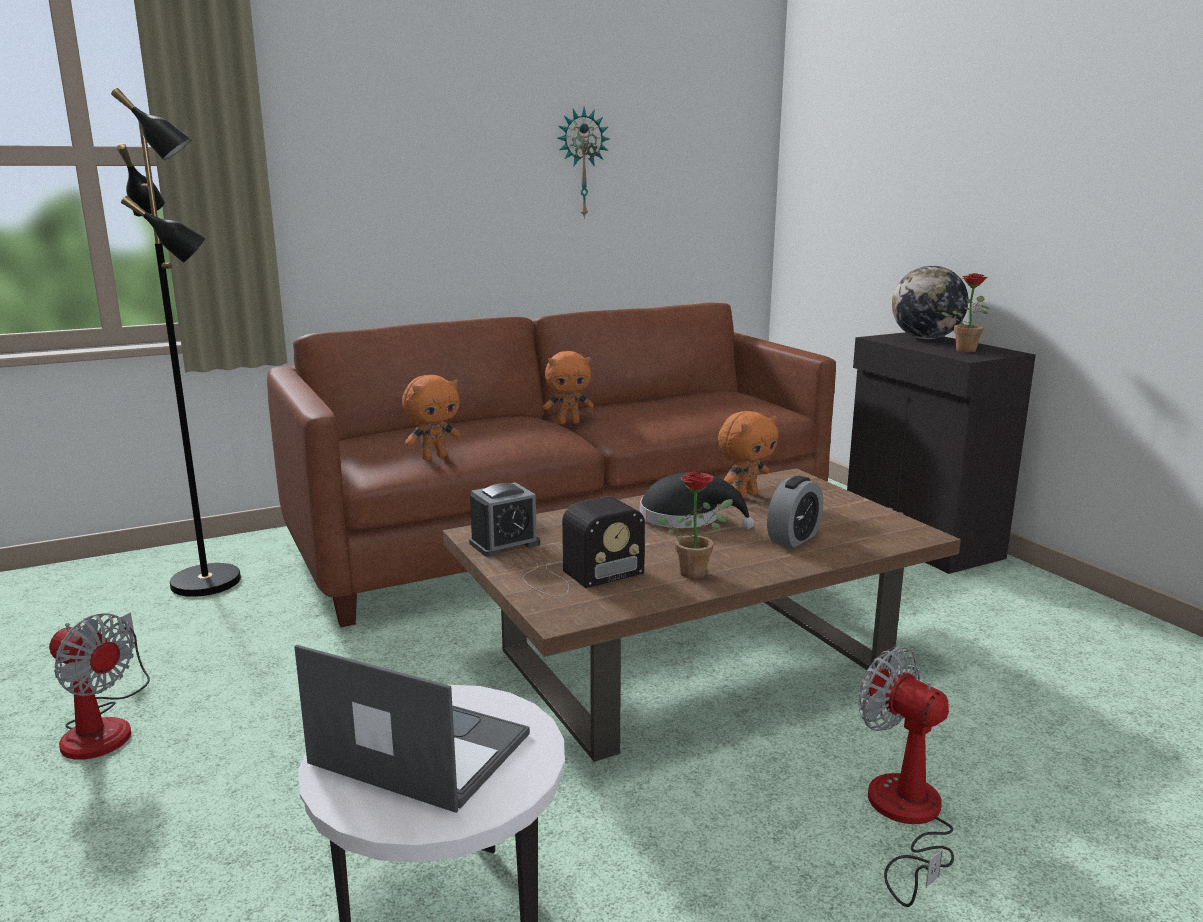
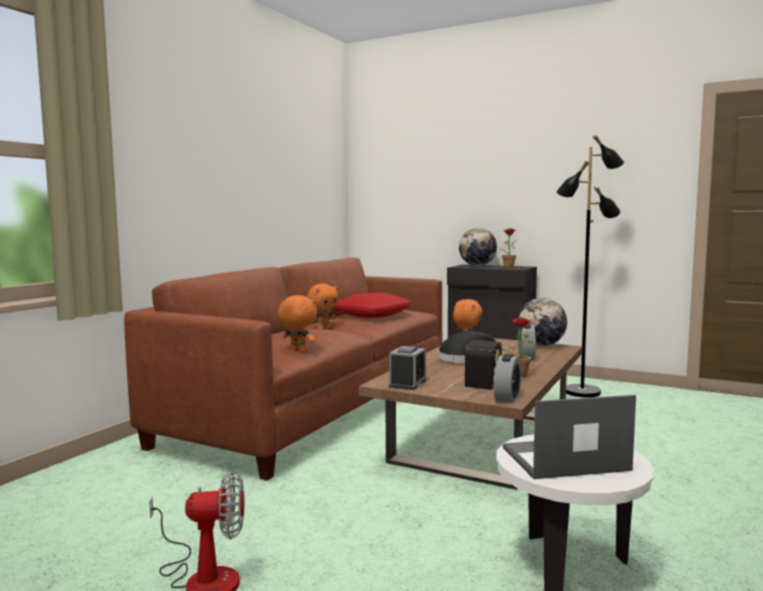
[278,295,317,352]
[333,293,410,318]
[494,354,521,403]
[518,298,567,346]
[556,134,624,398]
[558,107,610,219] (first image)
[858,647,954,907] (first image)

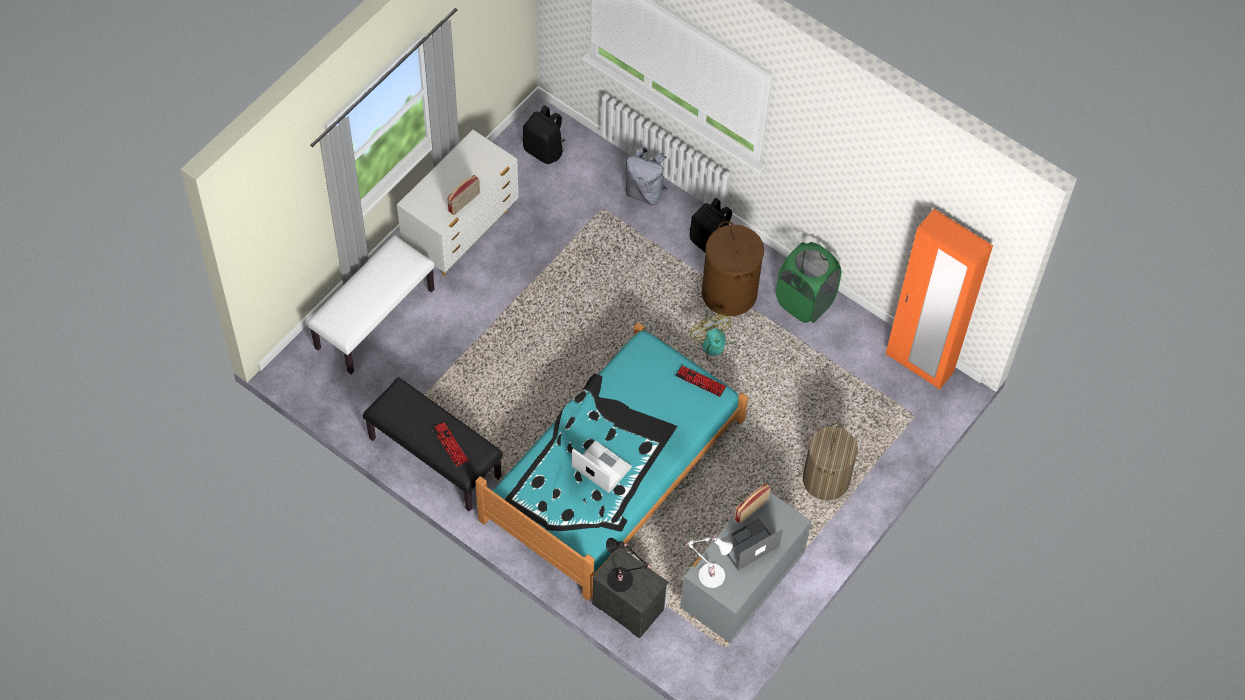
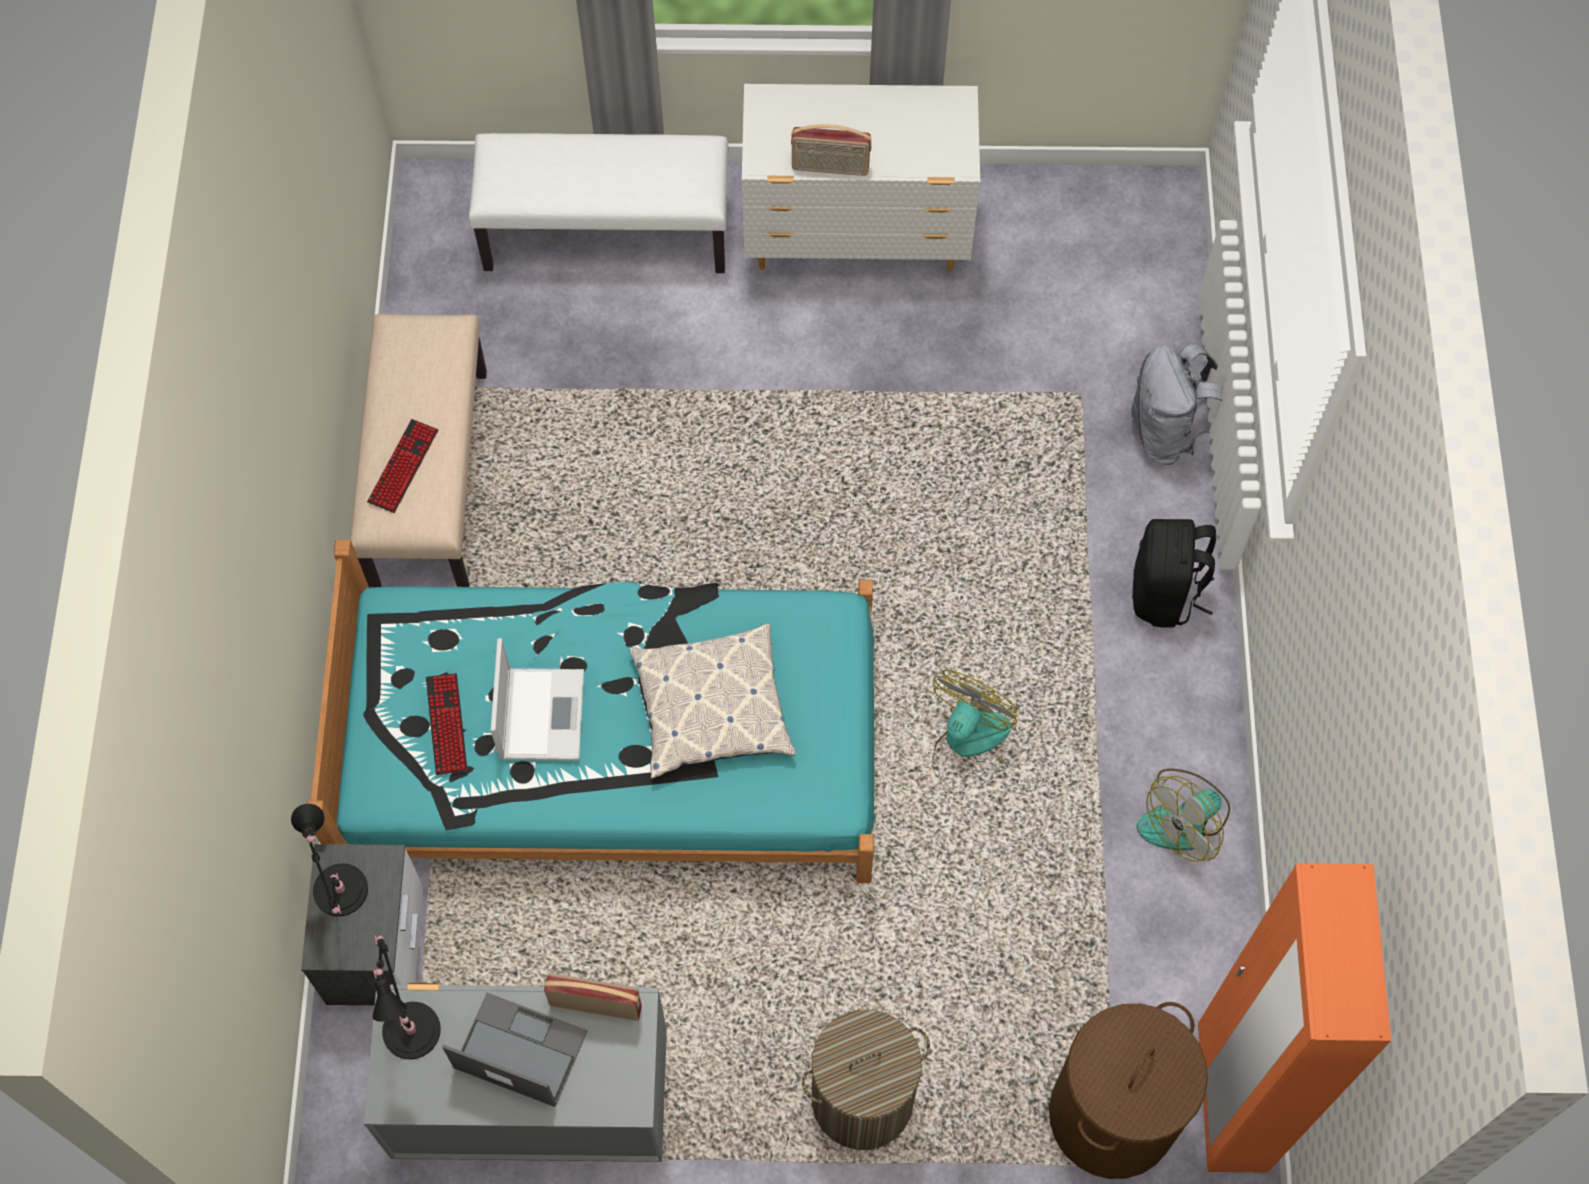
[350,314,487,587]
[372,935,441,1059]
[426,673,468,775]
[630,624,796,779]
[1049,1002,1208,1179]
[1137,769,1230,861]
[522,105,565,164] (first image)

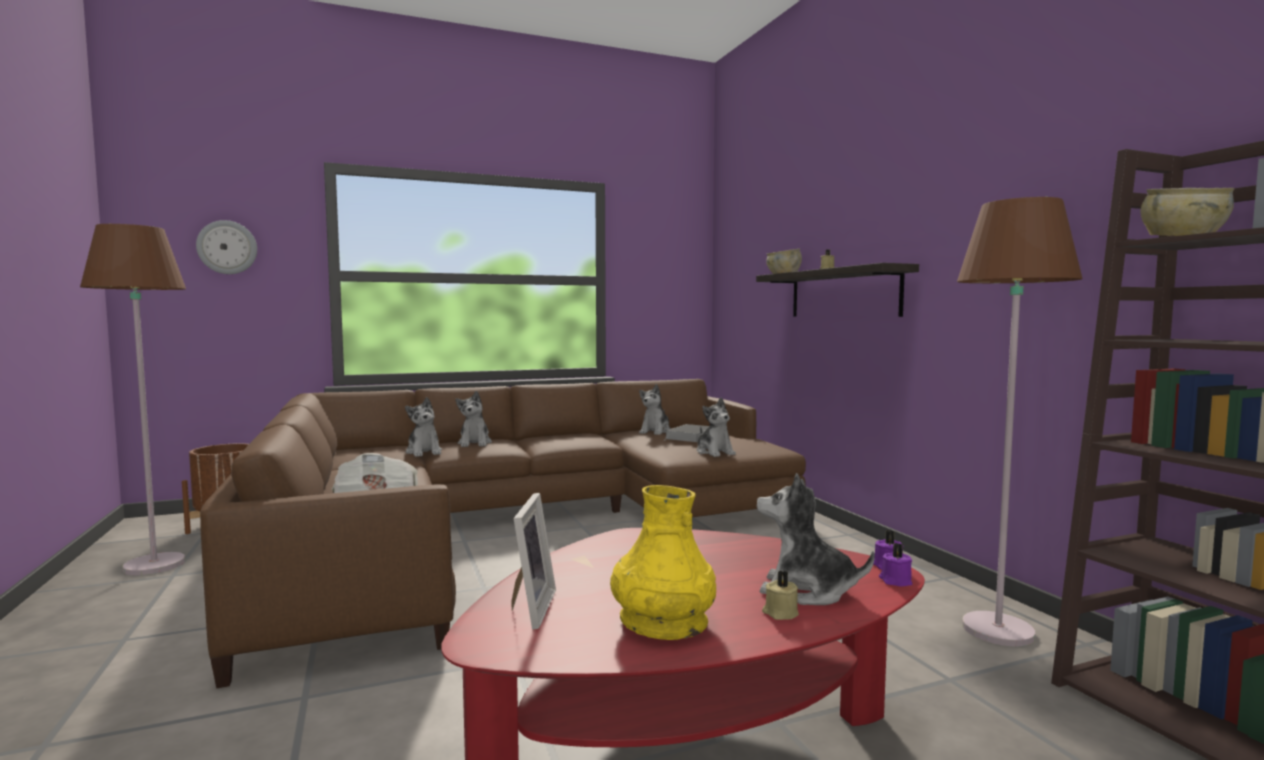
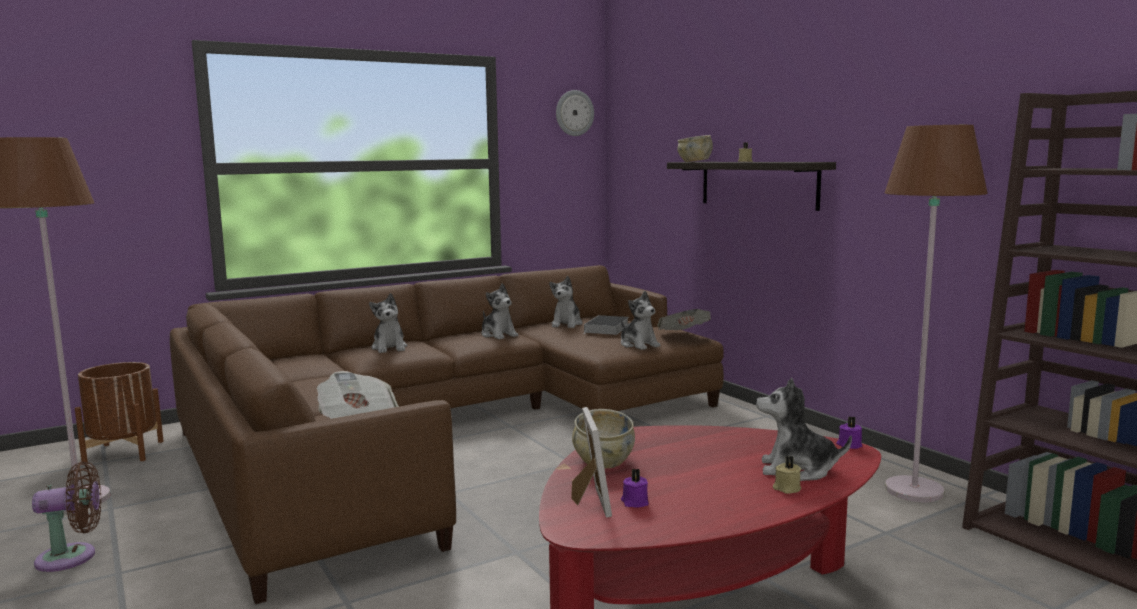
[32,461,101,572]
[481,283,519,340]
[556,90,594,136]
[572,409,635,468]
[621,468,649,508]
[657,309,711,330]
[610,485,716,640] (first image)

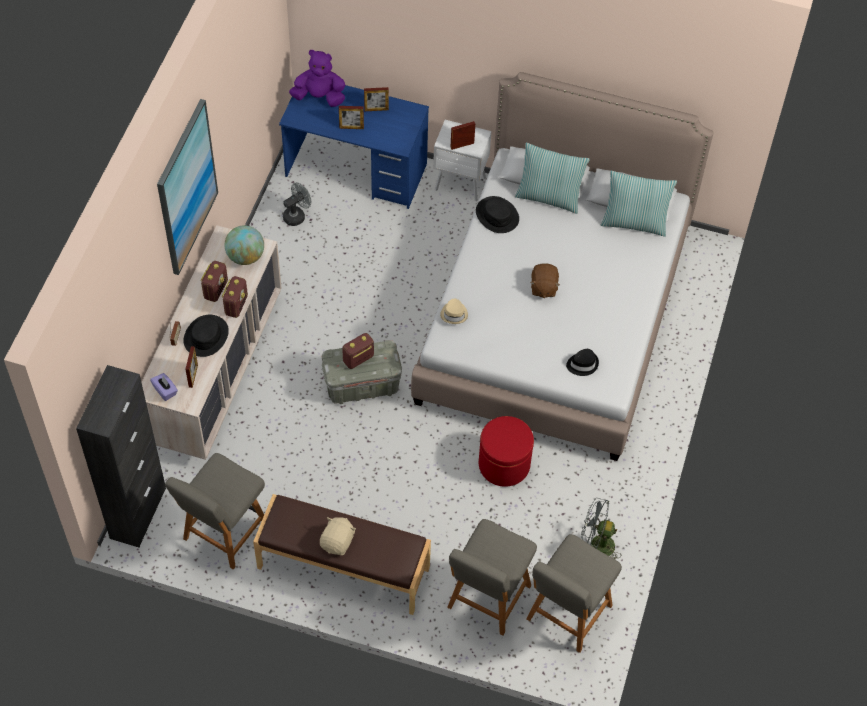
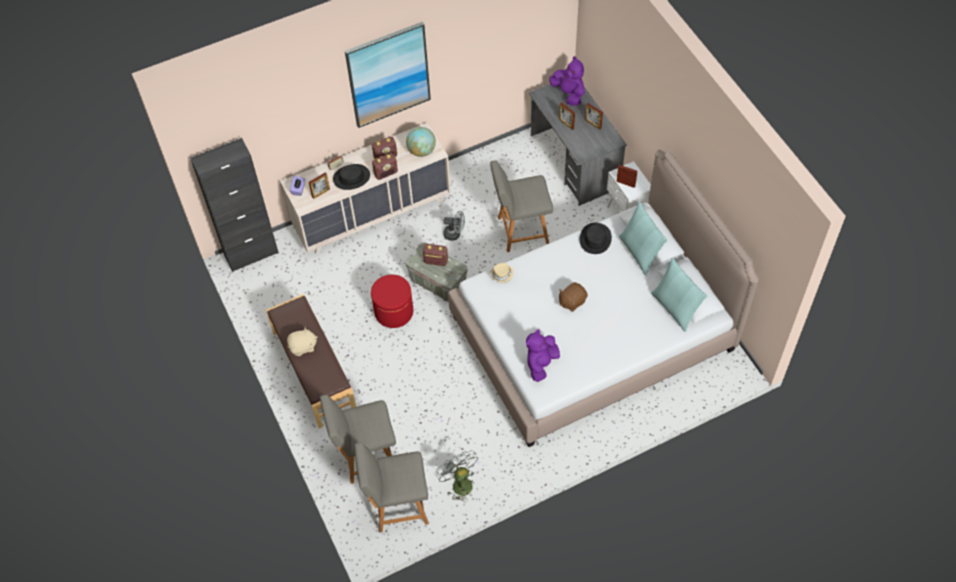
[371,275,413,328]
[443,211,465,241]
[490,160,553,252]
[526,329,560,382]
[529,84,627,206]

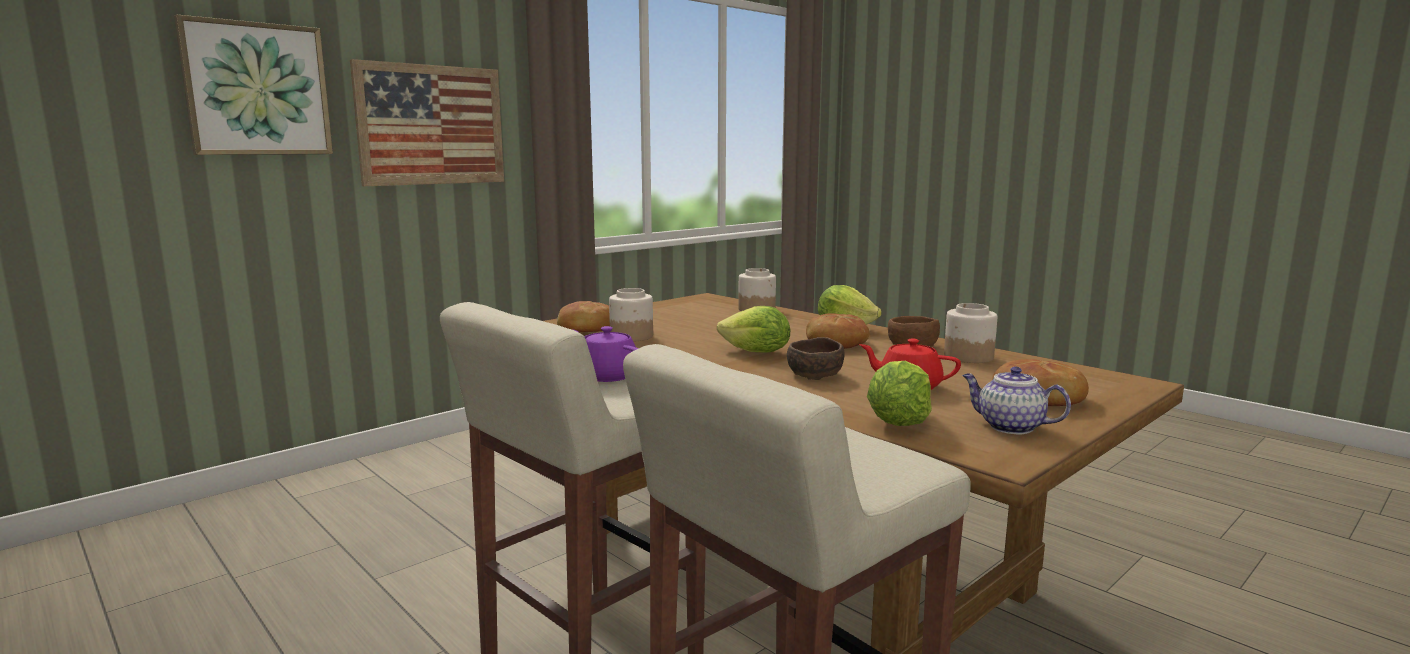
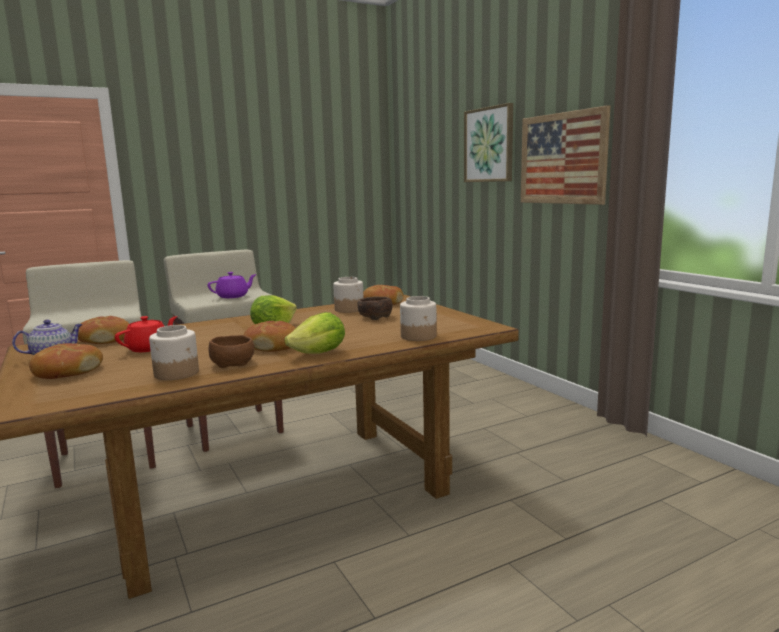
[78,316,129,344]
[358,297,393,320]

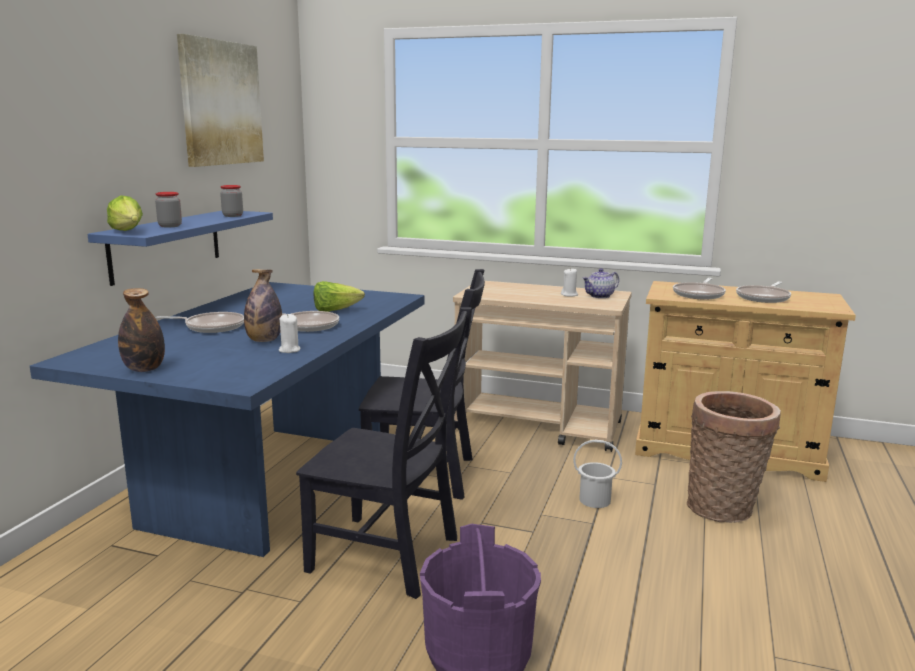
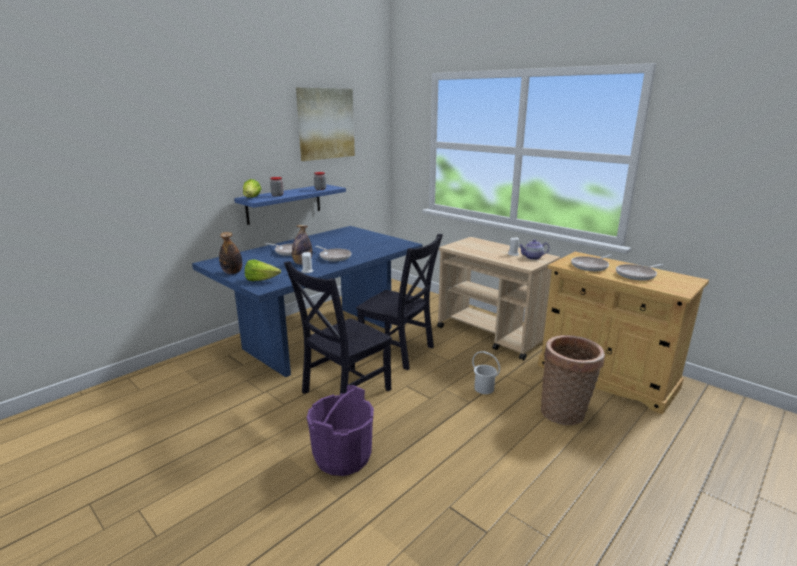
[245,259,281,281]
[284,261,392,395]

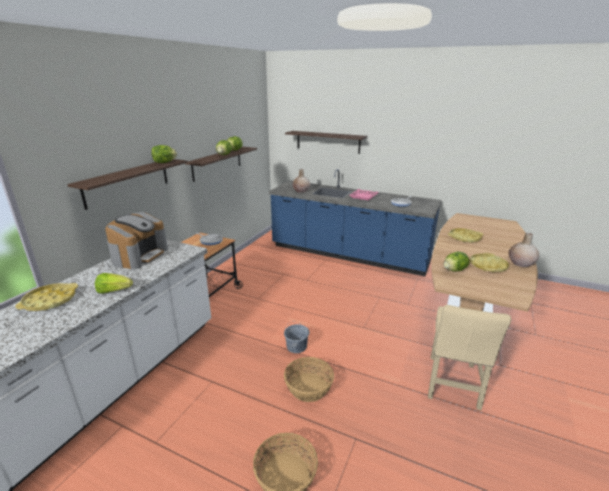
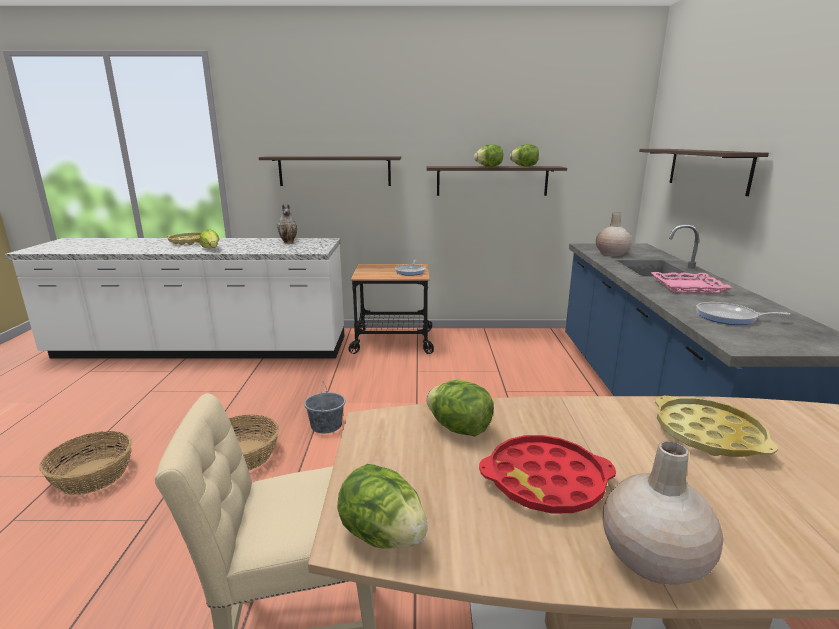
[277,205,297,243]
[338,464,428,549]
[479,435,616,513]

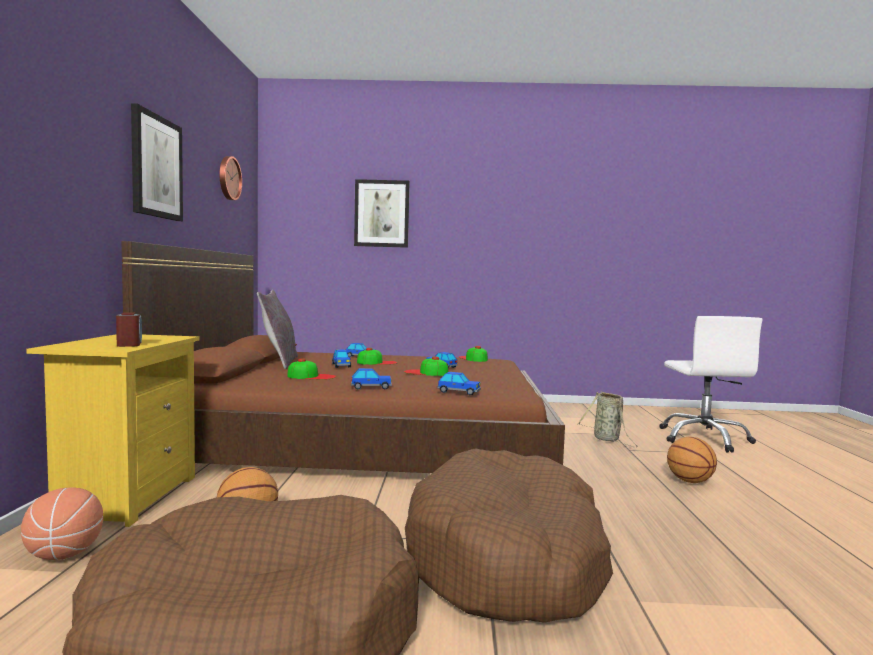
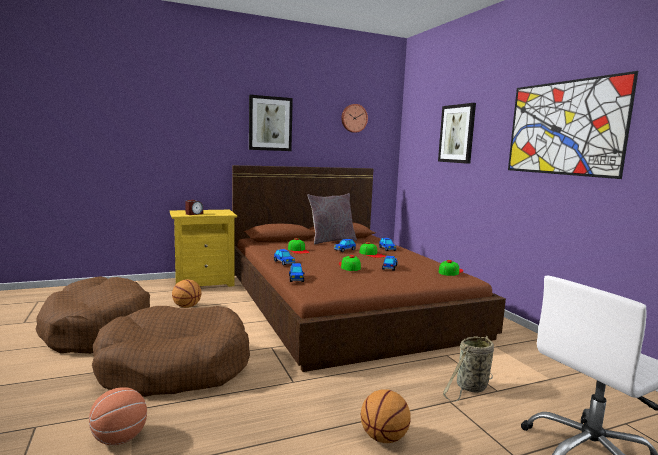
[89,387,147,445]
[508,71,638,179]

